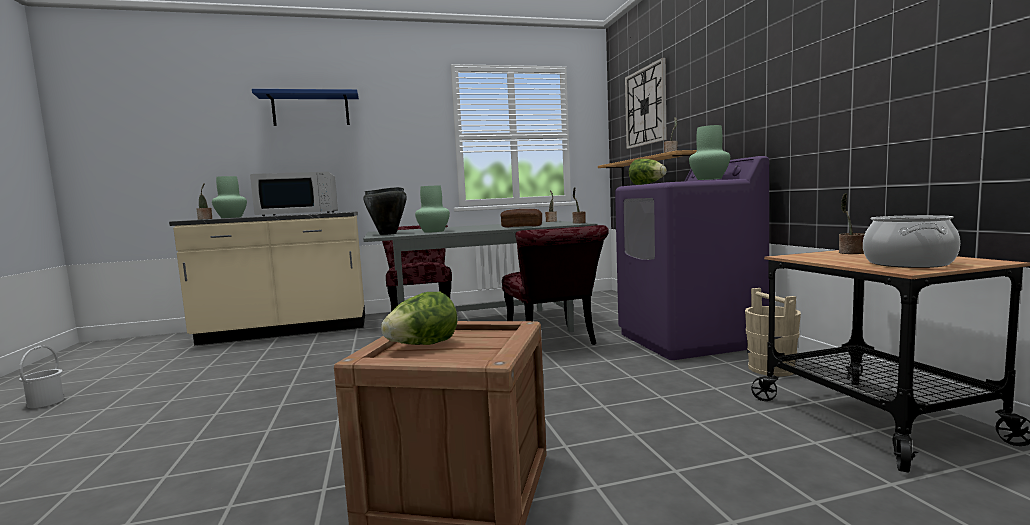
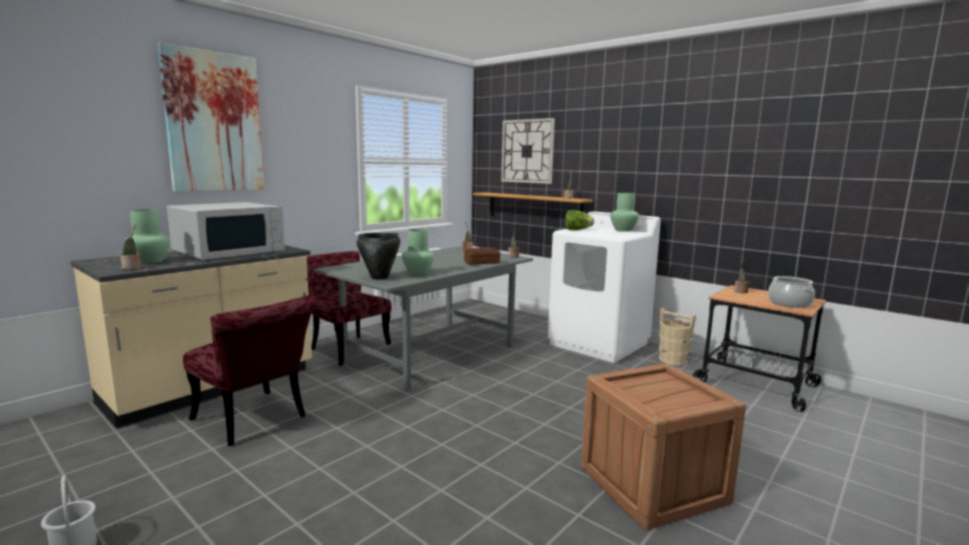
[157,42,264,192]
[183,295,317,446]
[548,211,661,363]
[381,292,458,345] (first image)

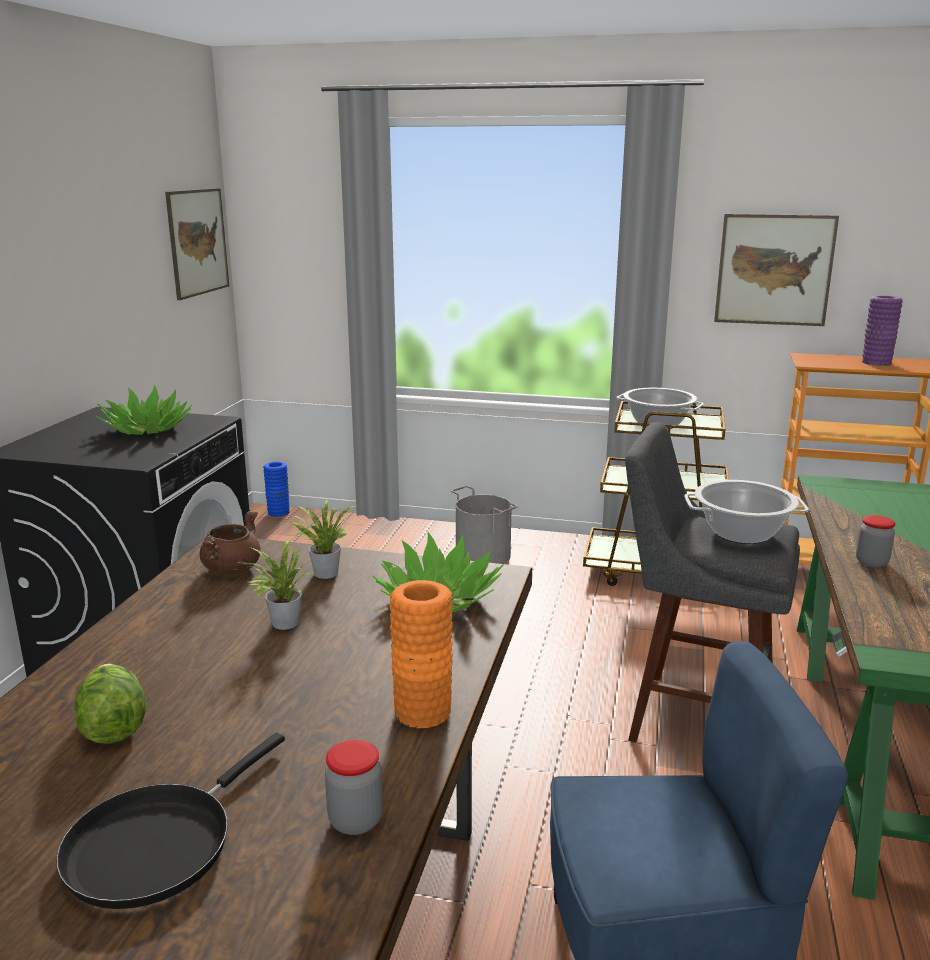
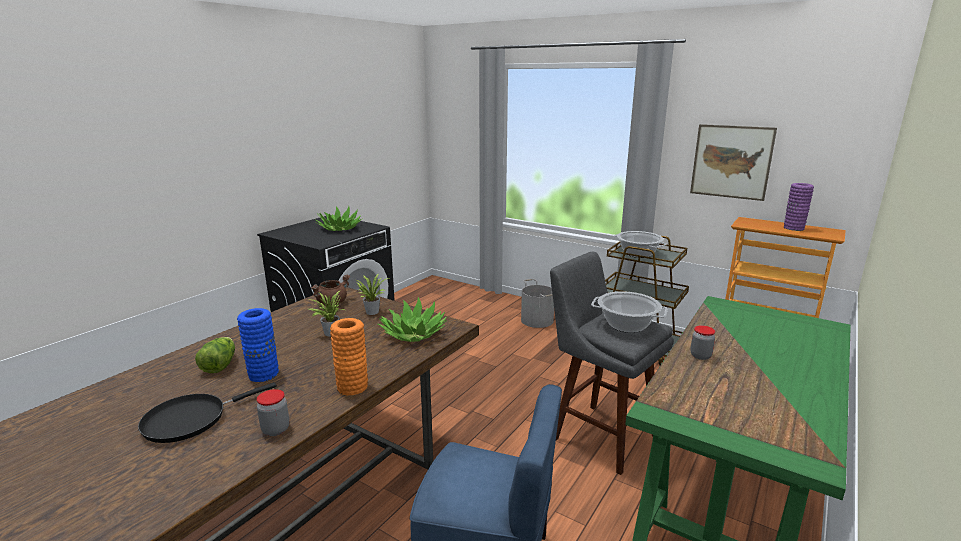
[237,308,279,382]
[165,188,229,300] (first image)

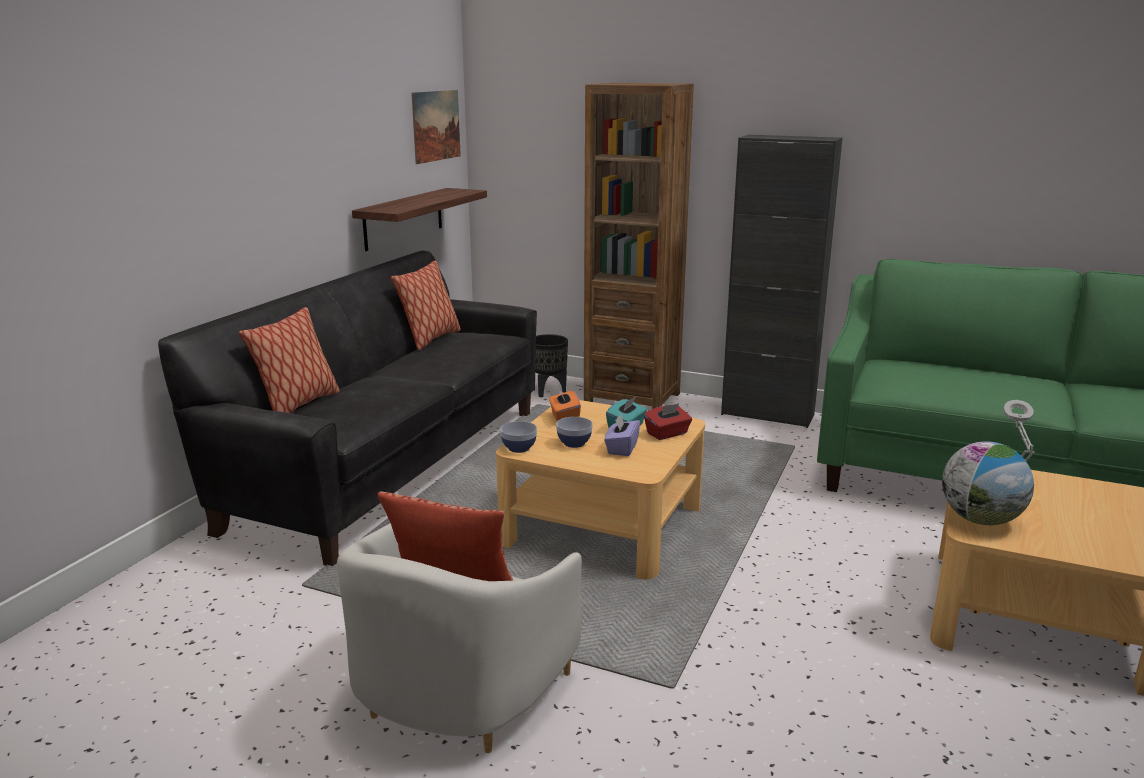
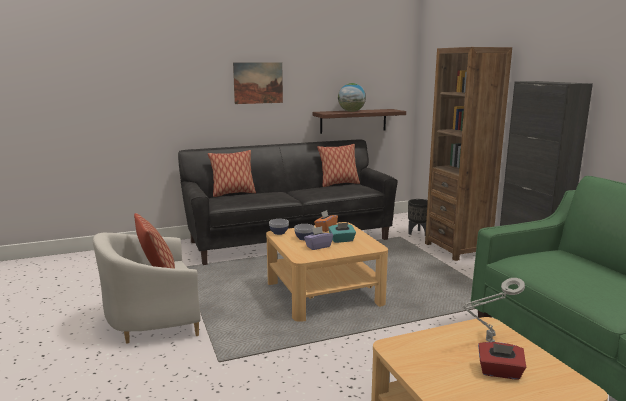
[233,62,283,104]
[338,83,366,112]
[478,342,526,380]

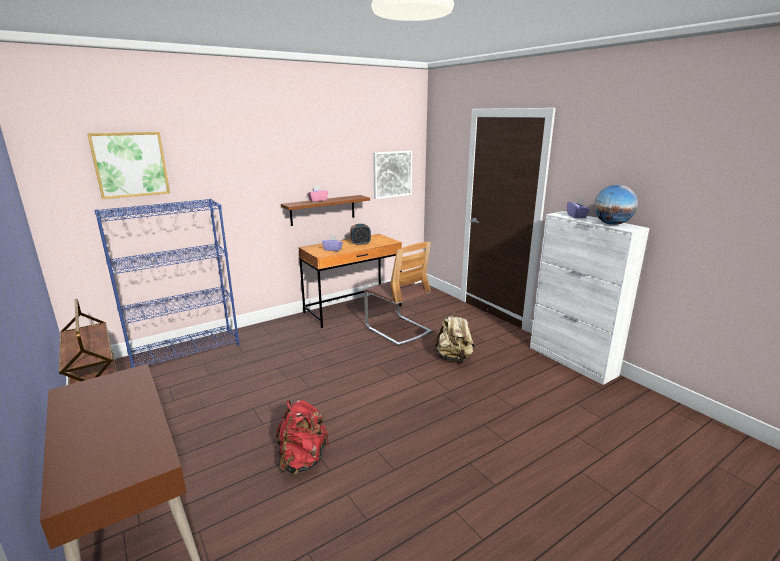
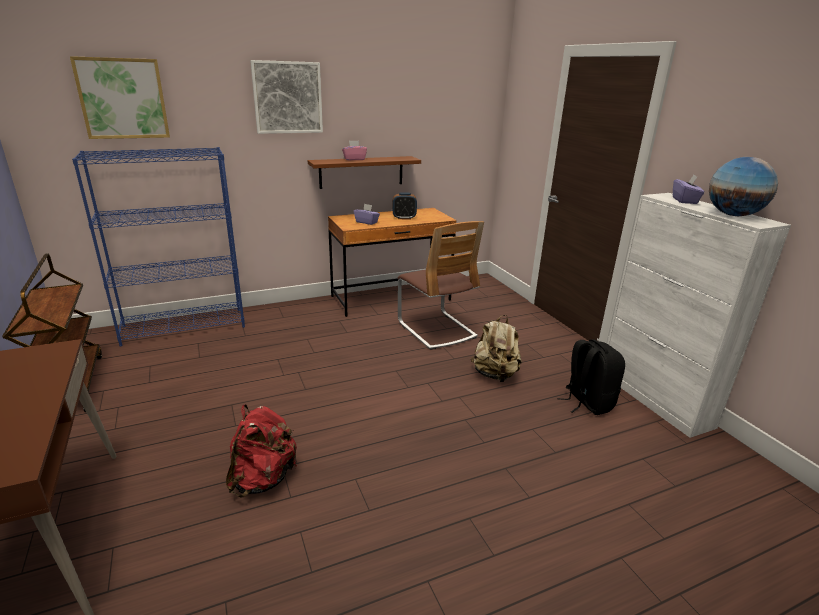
[250,60,323,134]
[557,339,625,415]

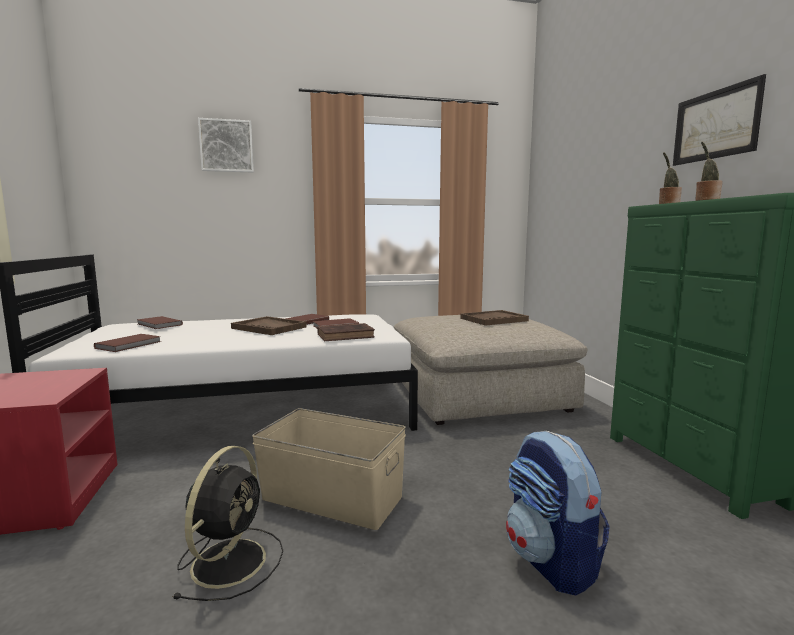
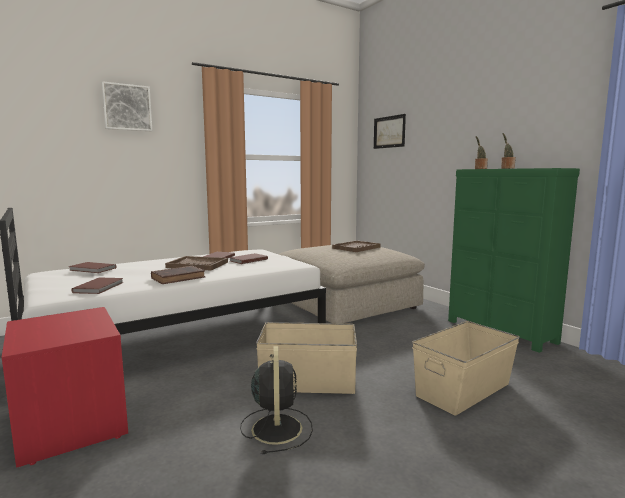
[151,266,205,284]
[374,114,406,149]
[412,321,520,415]

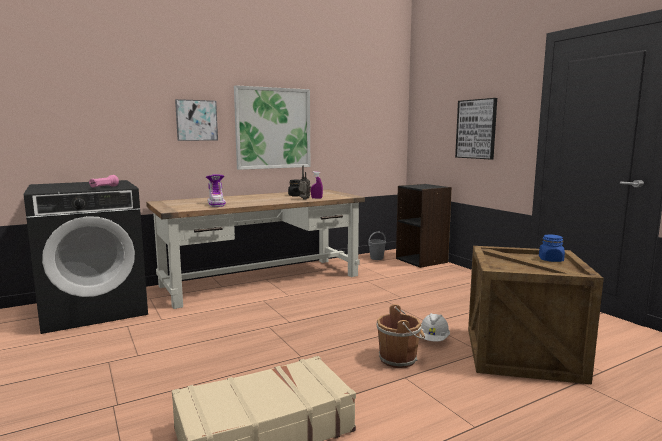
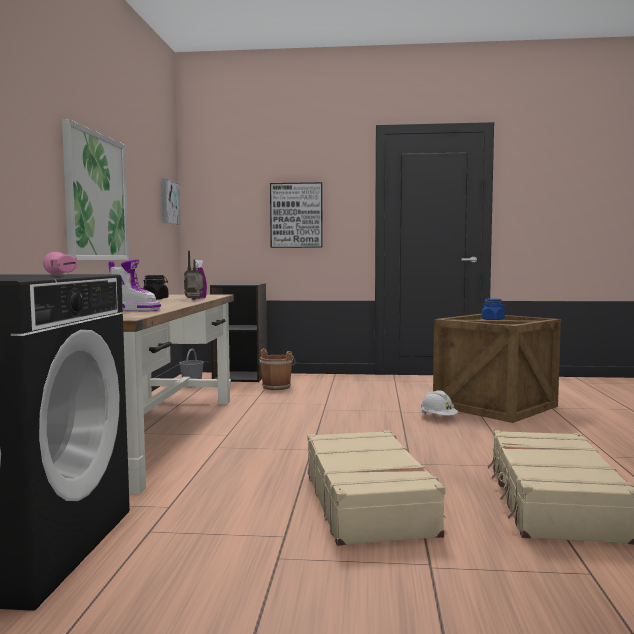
[161,178,181,225]
[260,348,296,390]
[307,430,446,546]

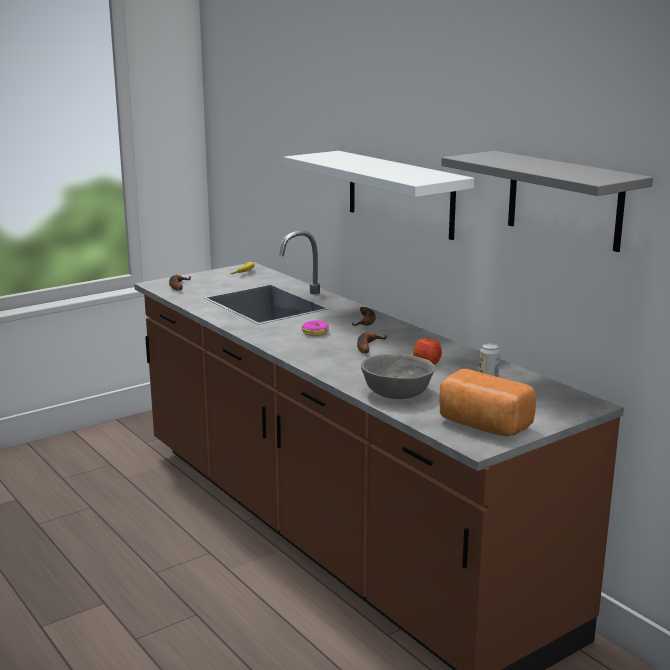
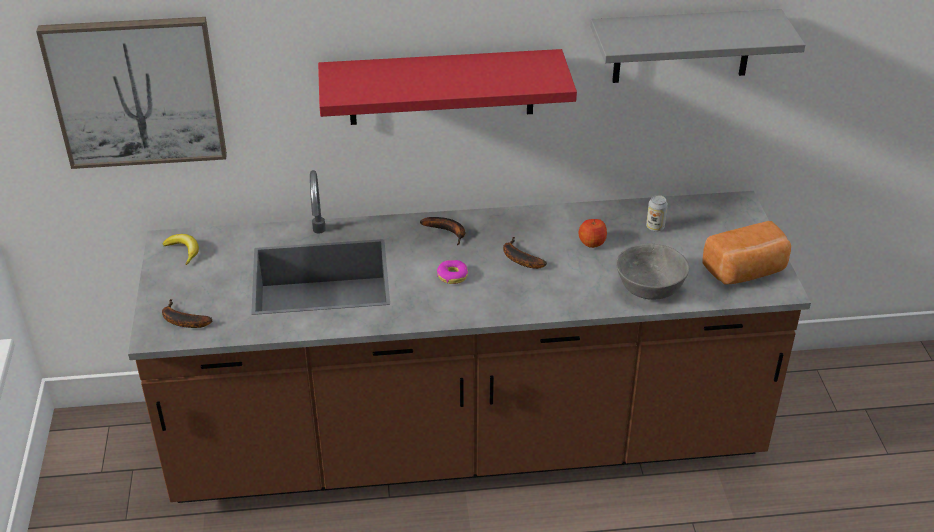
[36,17,227,169]
[318,49,577,125]

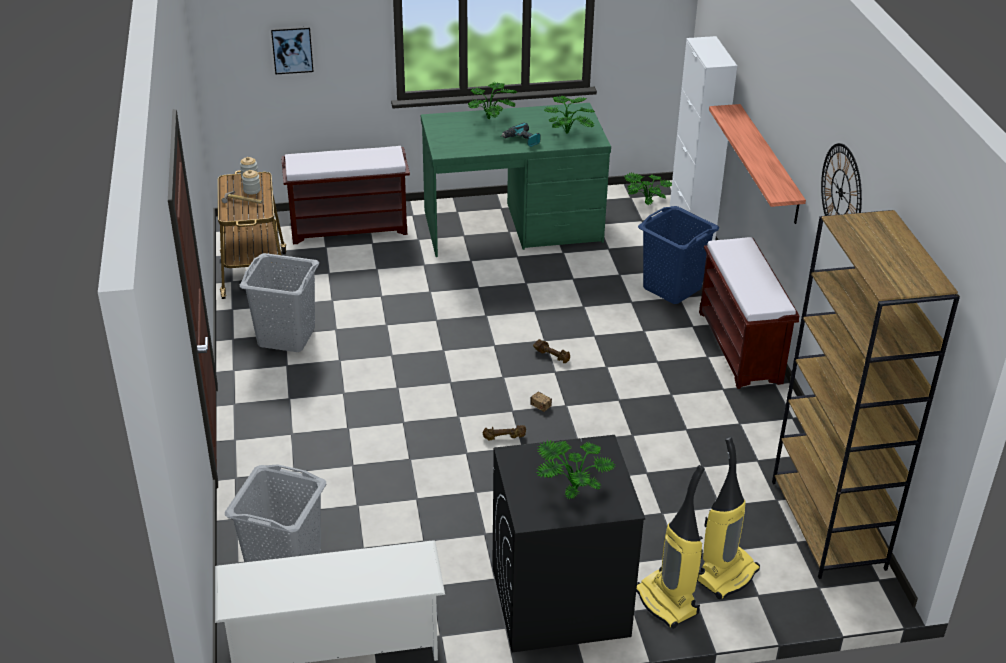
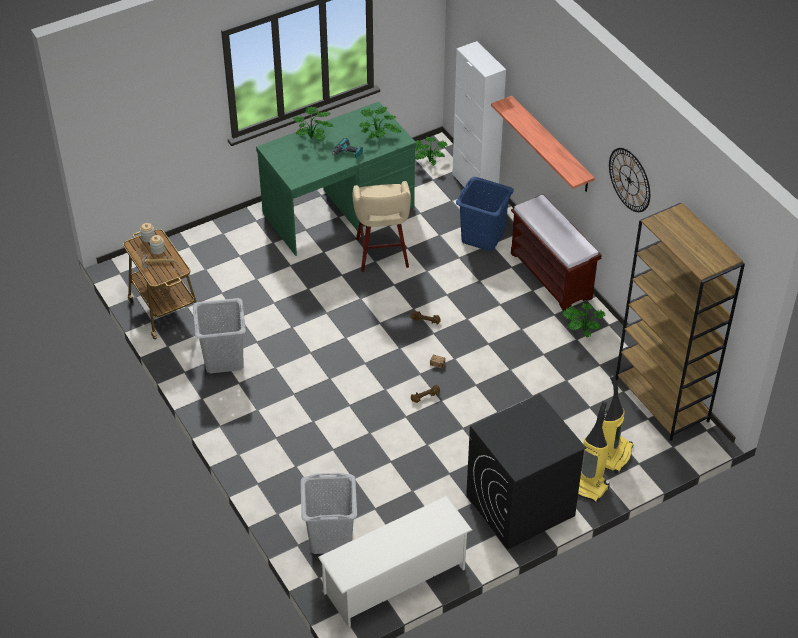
[352,181,411,272]
[562,303,606,337]
[271,26,313,75] (first image)
[282,146,410,244] (first image)

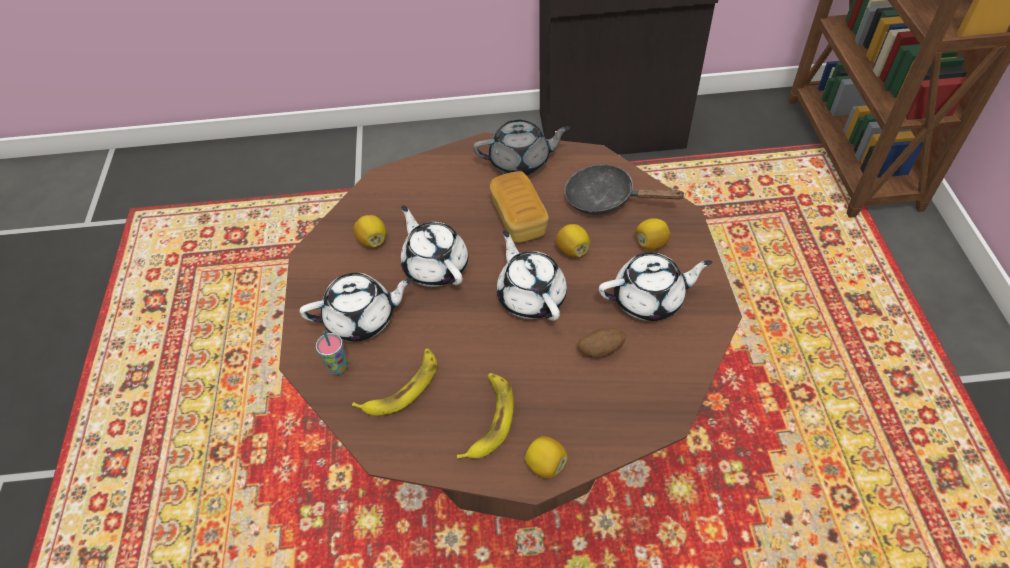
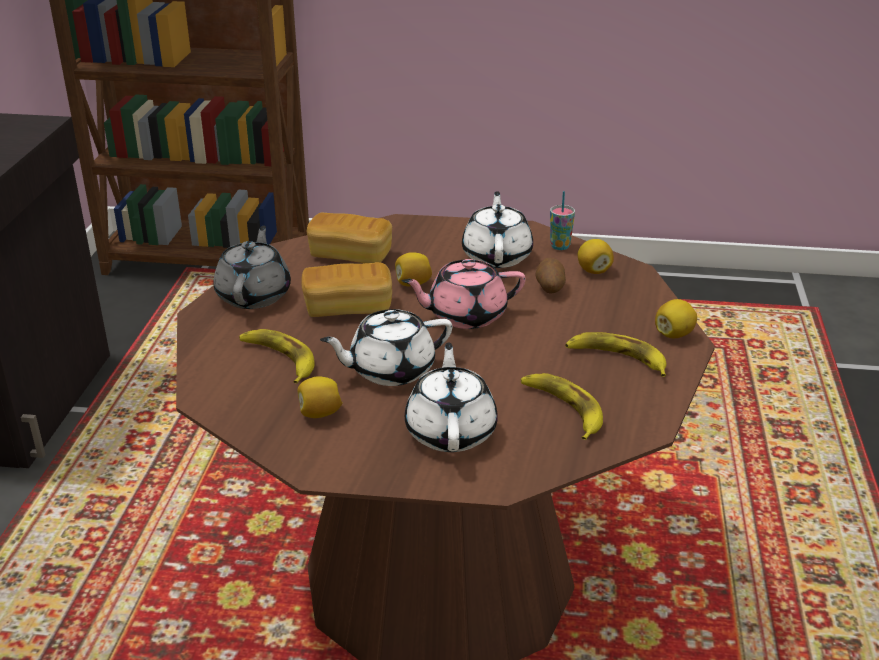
[239,329,315,384]
[307,213,392,263]
[402,259,526,329]
[550,191,575,250]
[578,239,614,274]

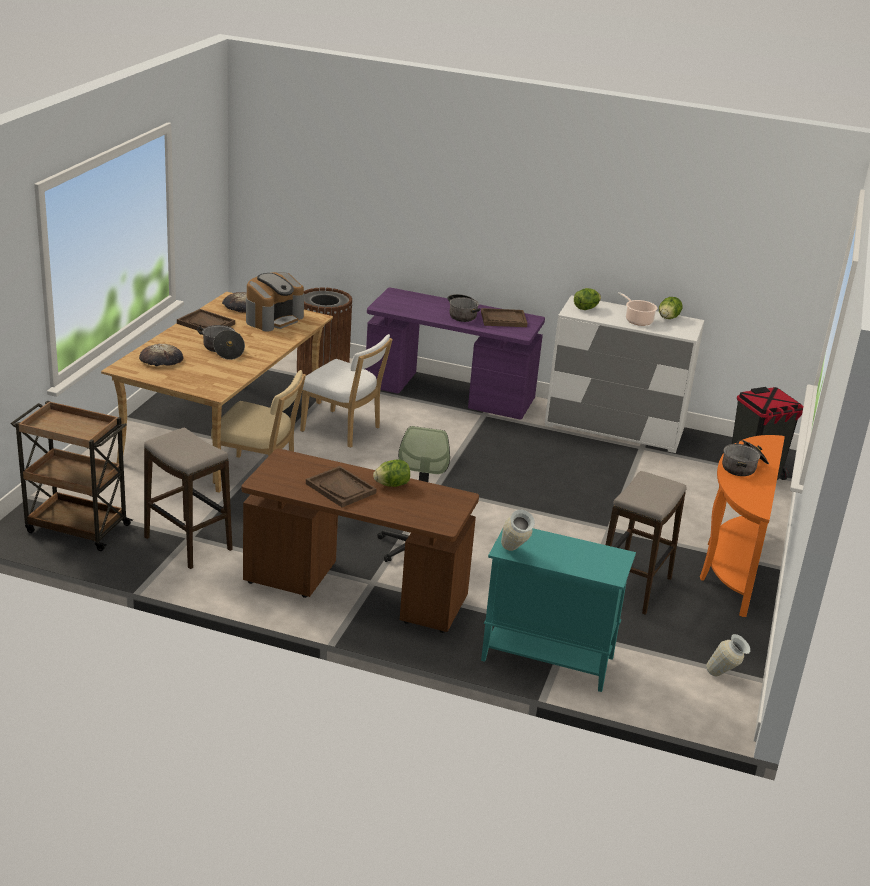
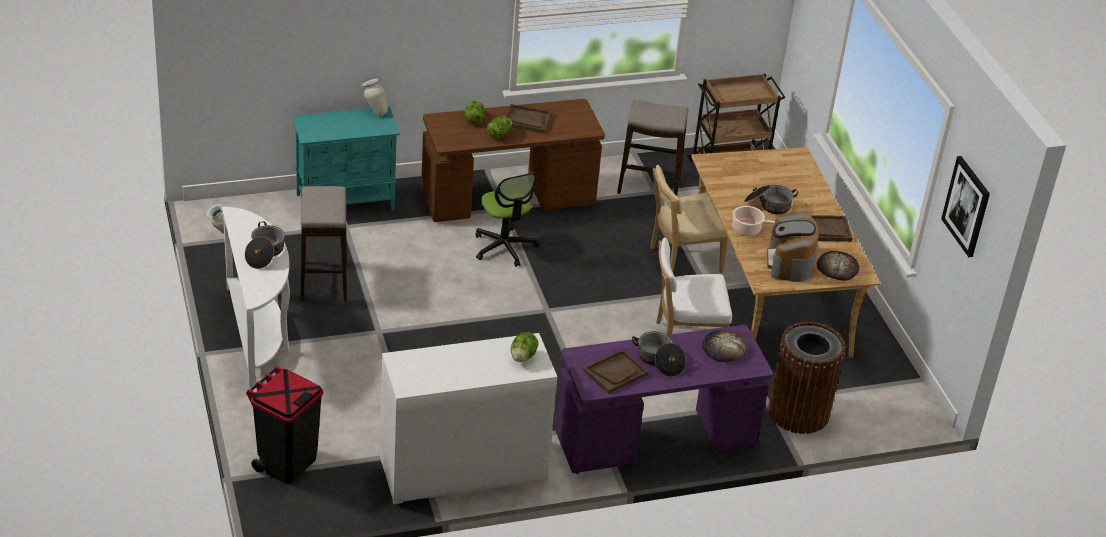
[222,207,290,388]
[464,101,486,125]
[702,330,747,363]
[732,206,775,236]
[941,156,990,257]

